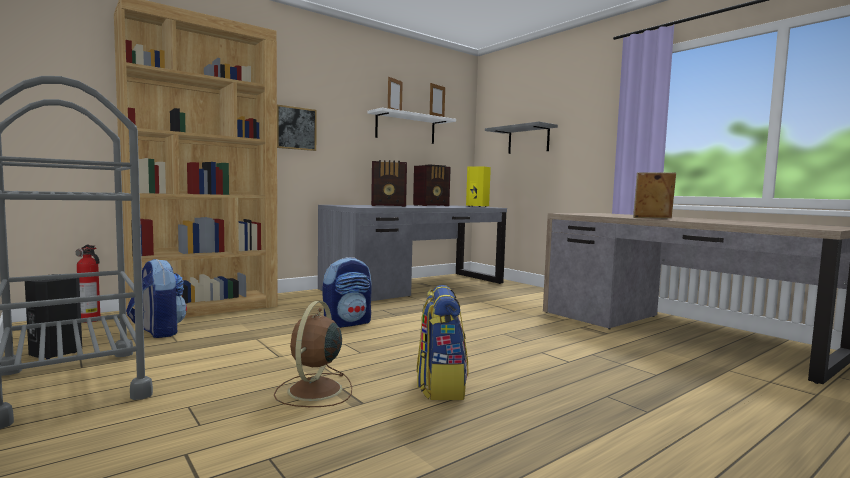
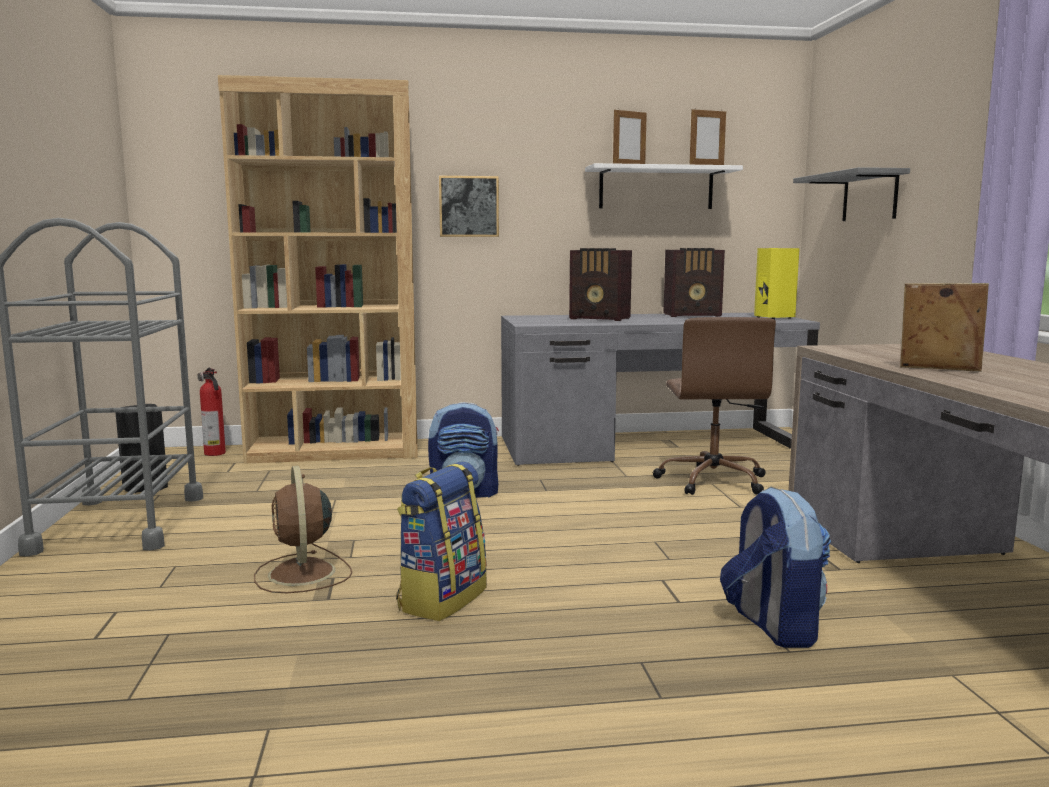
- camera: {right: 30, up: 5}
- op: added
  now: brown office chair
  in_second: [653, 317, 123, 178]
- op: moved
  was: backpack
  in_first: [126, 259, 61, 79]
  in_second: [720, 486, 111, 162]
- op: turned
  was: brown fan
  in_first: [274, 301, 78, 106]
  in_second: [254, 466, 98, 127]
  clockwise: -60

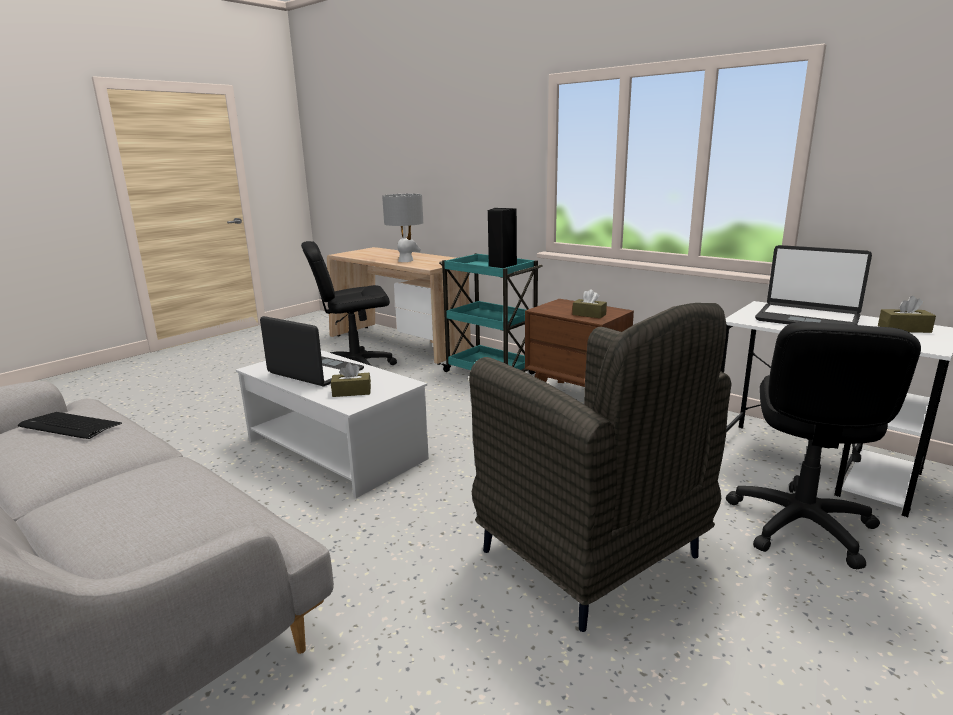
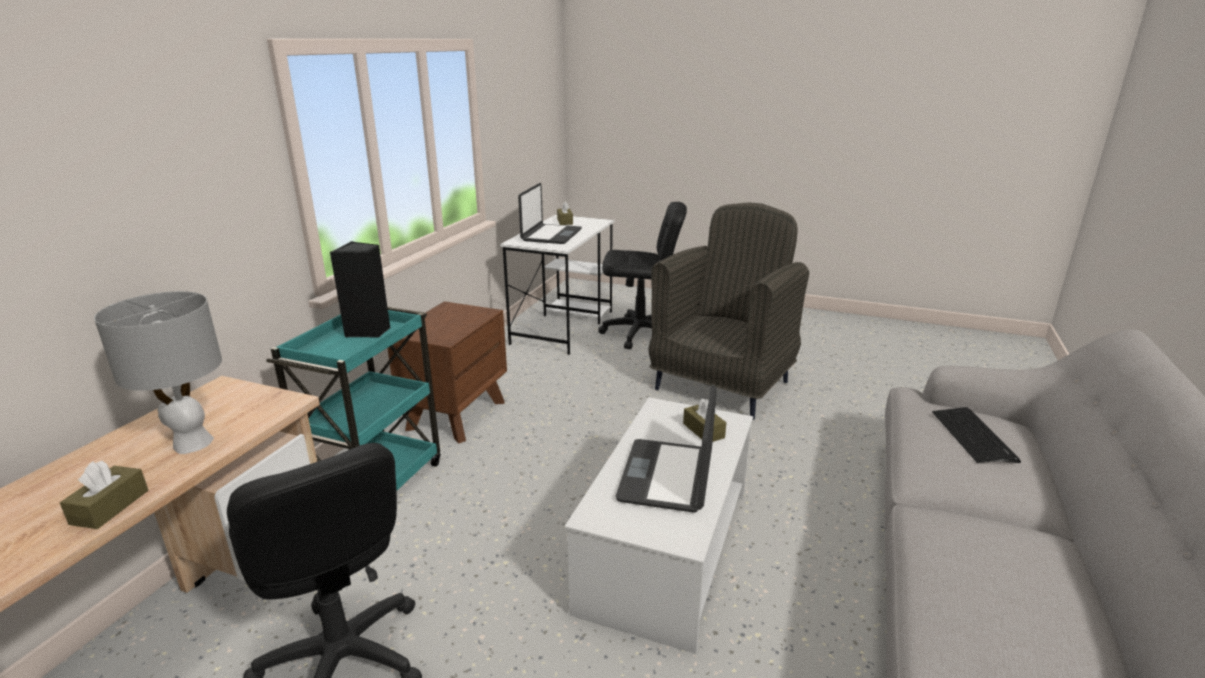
- camera: {right: -110, up: 5}
- op: moved
  was: keyboard
  in_first: [18, 412, 104, 27]
  in_second: [932, 407, 89, 56]
- op: moved
  was: brown tissue box
  in_first: [572, 289, 35, 29]
  in_second: [60, 461, 88, 68]

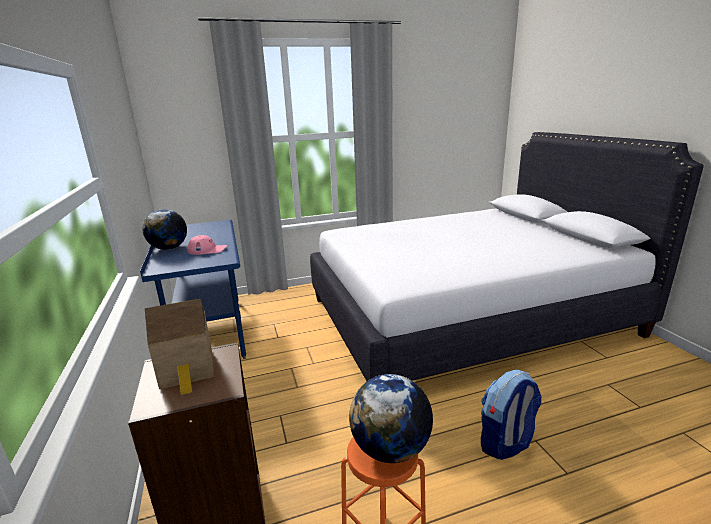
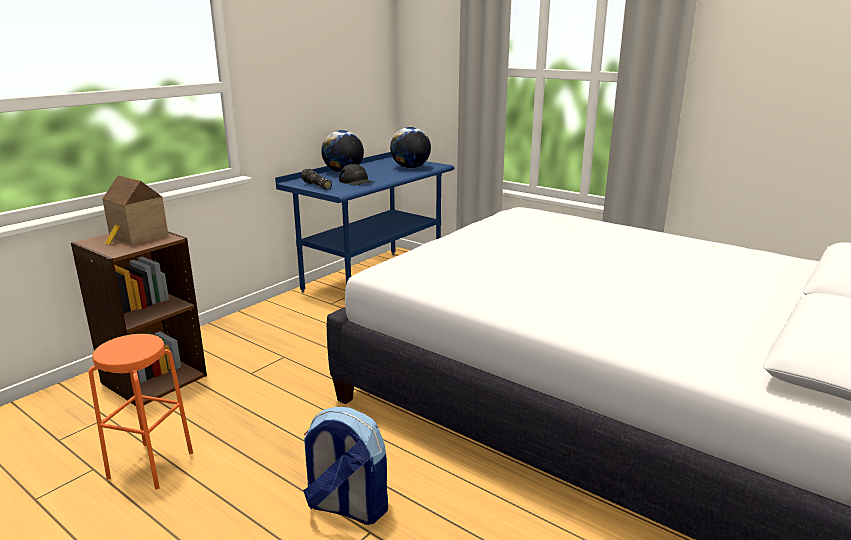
- camera: {right: 55, up: 0}
- op: added
  now: flashlight
  in_second: [301, 169, 31, 20]
- op: moved
  was: globe
  in_first: [349, 374, 84, 89]
  in_second: [390, 127, 41, 41]
- op: recoloured
  was: pink cap
  now: black cap
  in_first: [188, 235, 39, 20]
  in_second: [339, 164, 34, 22]

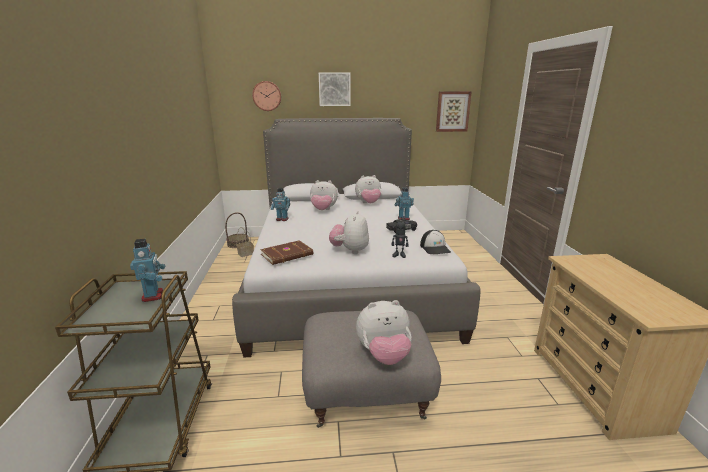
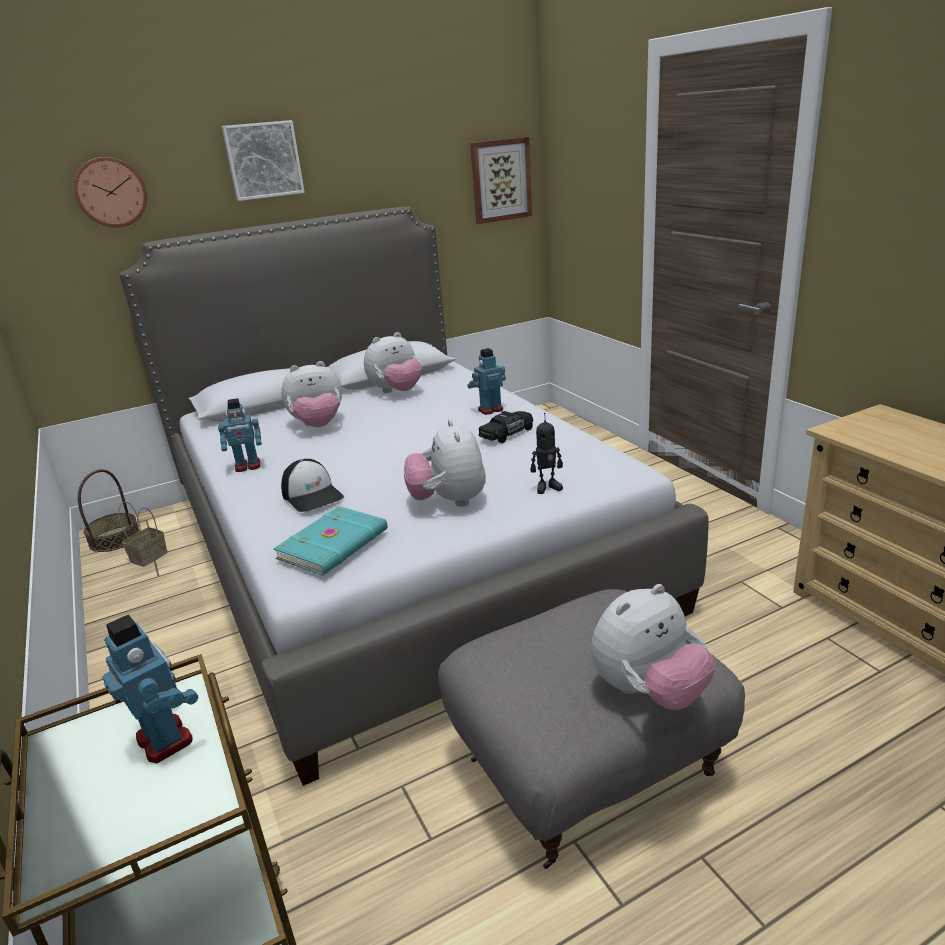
- camera: {right: -20, up: 5}
- op: moved
  was: cap
  in_first: [420, 230, 31, 24]
  in_second: [281, 459, 63, 53]
- op: recoloured
  was: brown book
  now: turquoise book
  in_first: [260, 240, 53, 25]
  in_second: [273, 506, 115, 70]

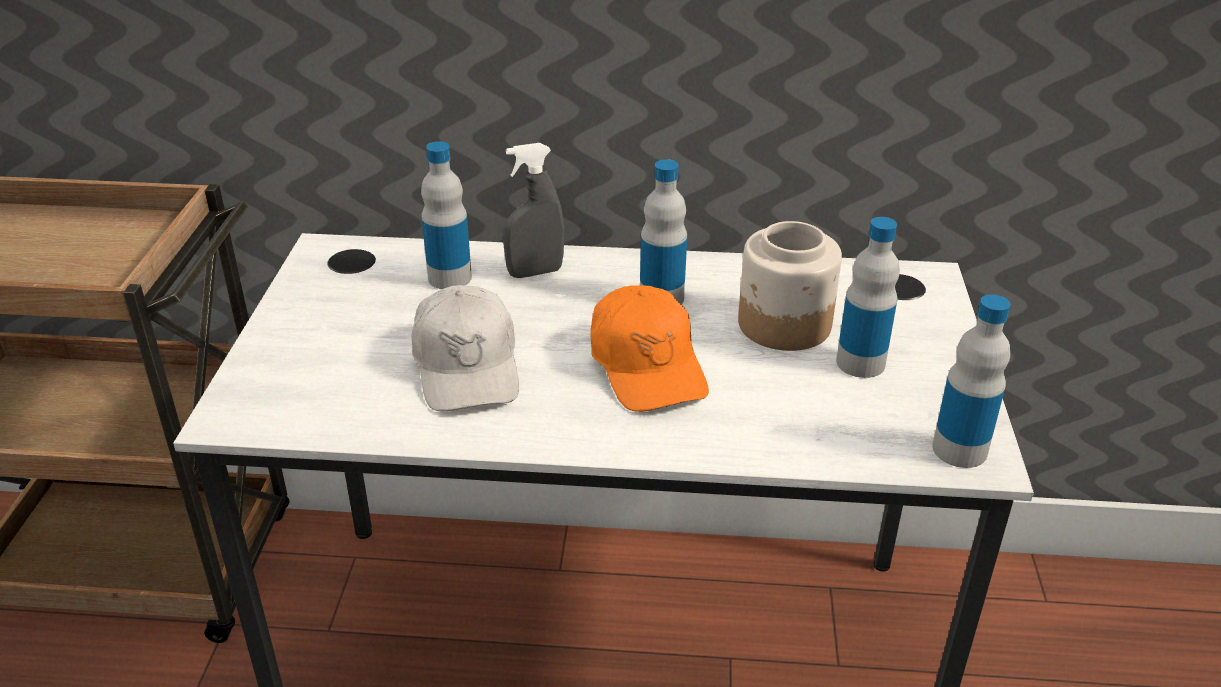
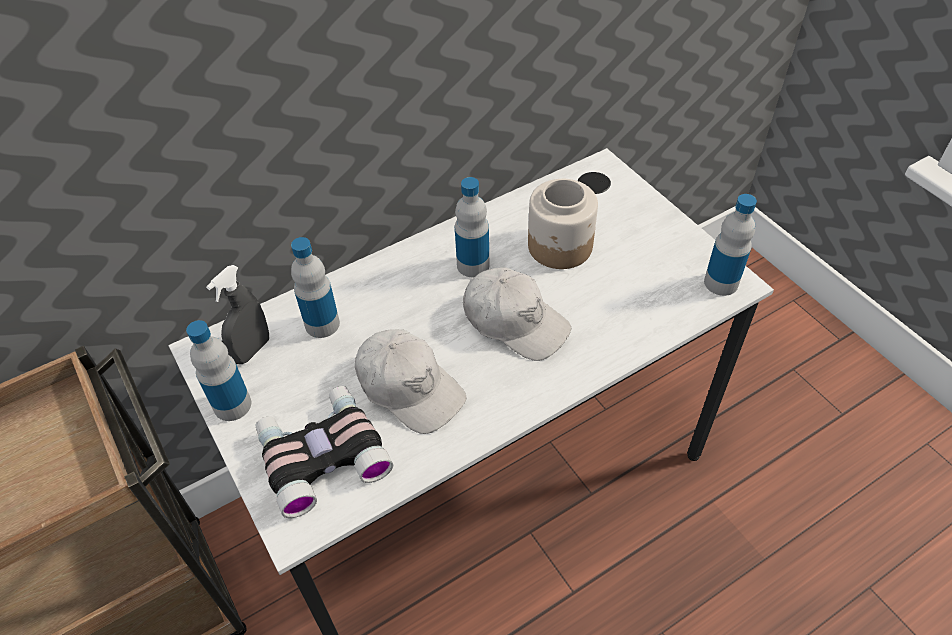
- camera: {right: -35, up: 15}
- op: added
  now: binoculars
  in_second: [256, 386, 137, 132]
- op: moved
  was: grey spray bottle
  in_first: [503, 143, 61, 135]
  in_second: [206, 265, 63, 99]
- op: moved
  was: bottle
  in_first: [836, 217, 64, 161]
  in_second: [186, 320, 65, 101]
- op: recoloured
  was: orange cap
  now: white cap
  in_first: [590, 285, 119, 127]
  in_second: [463, 267, 108, 94]

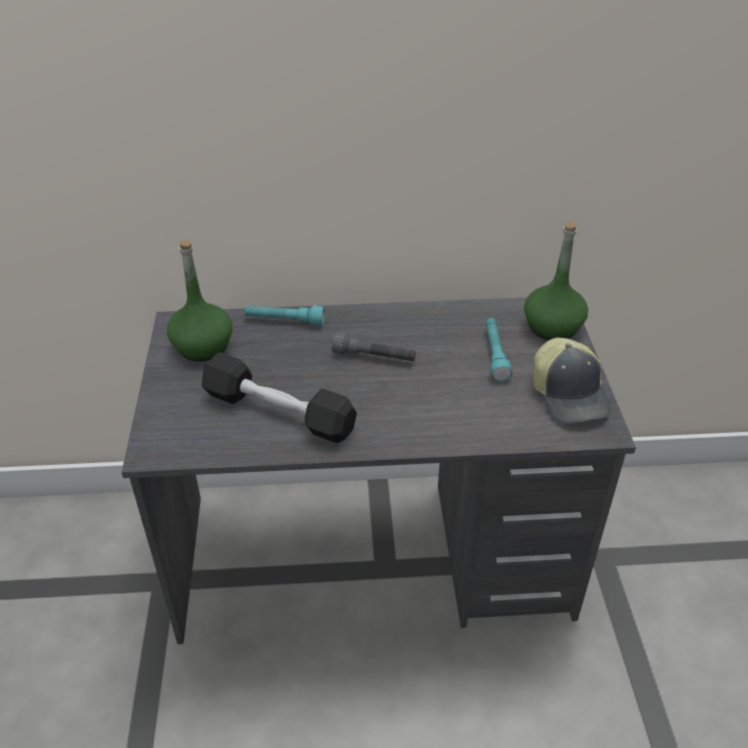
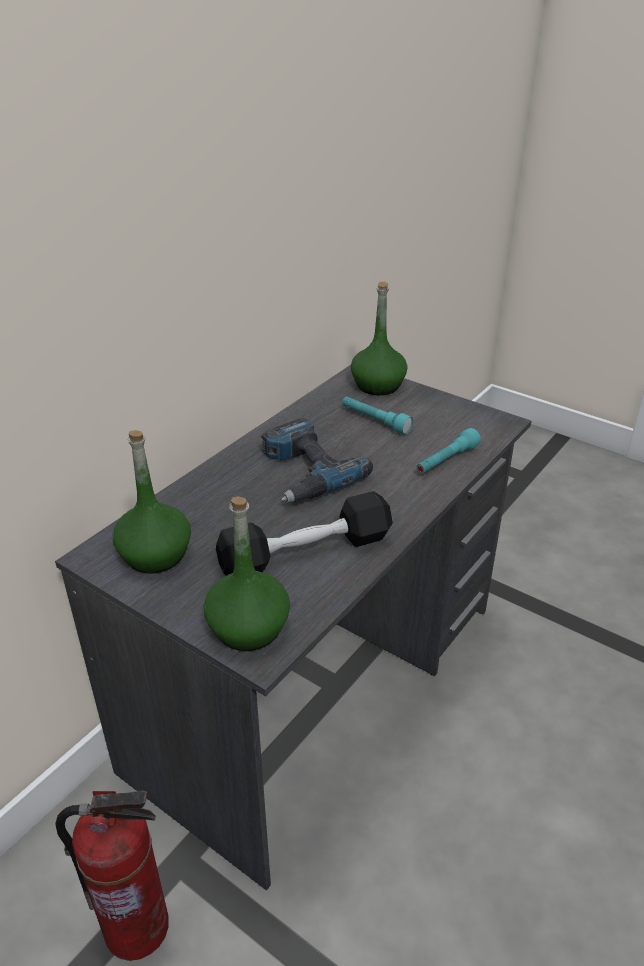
- camera: {right: -50, up: -5}
- op: removed
  was: cap
  in_first: [533, 337, 77, 87]
- op: added
  now: fire extinguisher
  in_second: [55, 790, 114, 171]
- op: added
  now: green bottle
  in_second: [204, 496, 86, 155]
- op: moved
  was: turquoise flashlight
  in_first: [244, 305, 81, 20]
  in_second: [417, 428, 64, 45]
- op: replaced
  was: grey flashlight
  now: power drill
  in_first: [332, 333, 84, 28]
  in_second: [261, 418, 112, 85]

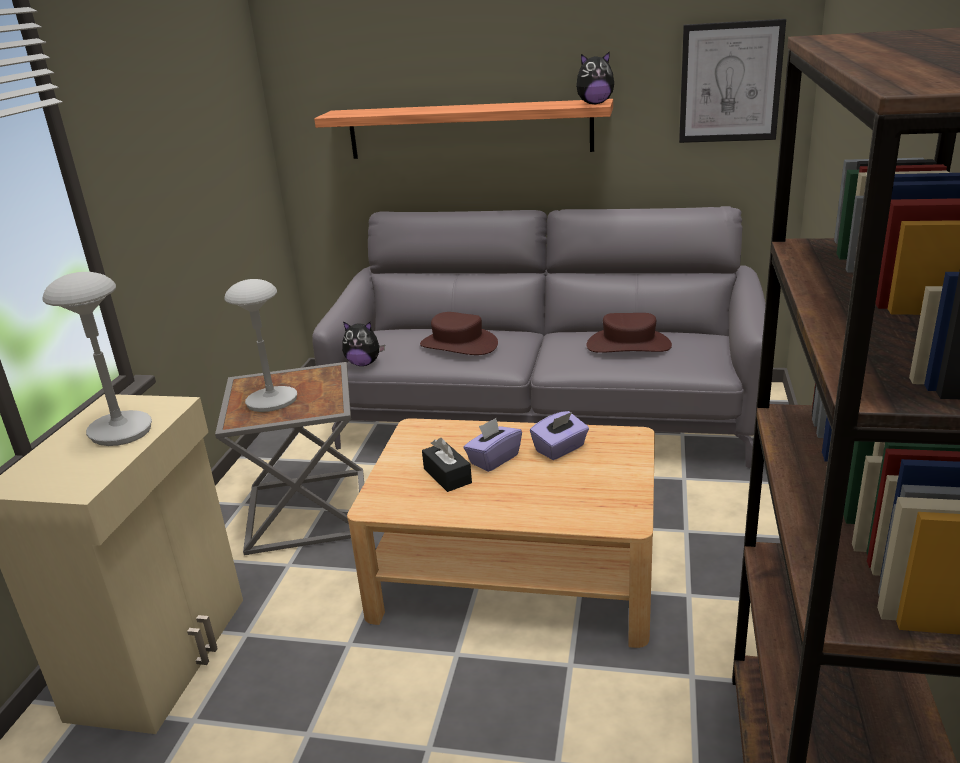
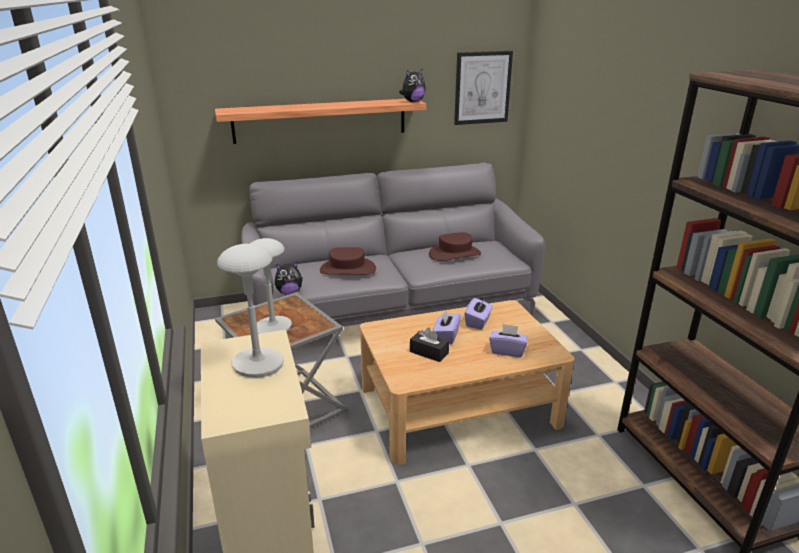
- camera: {right: -30, up: 0}
- op: added
  now: purple tissue box
  in_second: [489, 324, 39, 33]

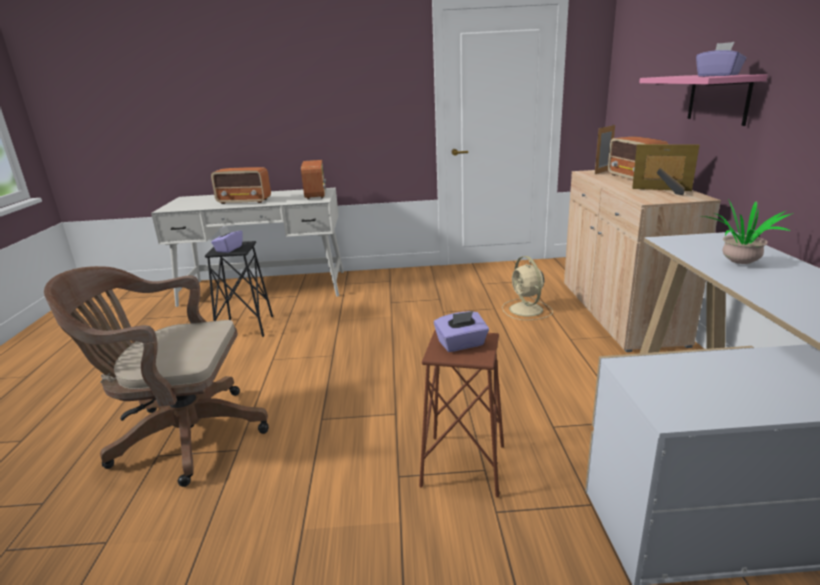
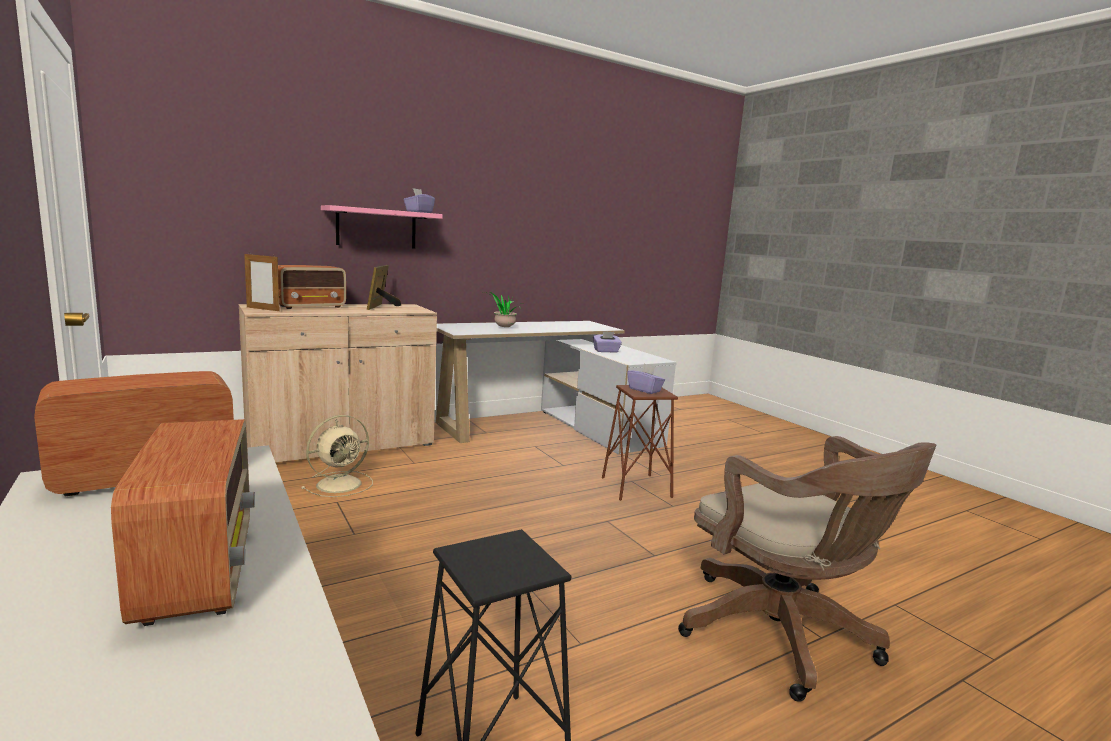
- camera: {right: -120, up: -10}
- op: moved
  was: purple tissue box
  in_first: [211, 226, 32, 27]
  in_second: [593, 331, 29, 22]

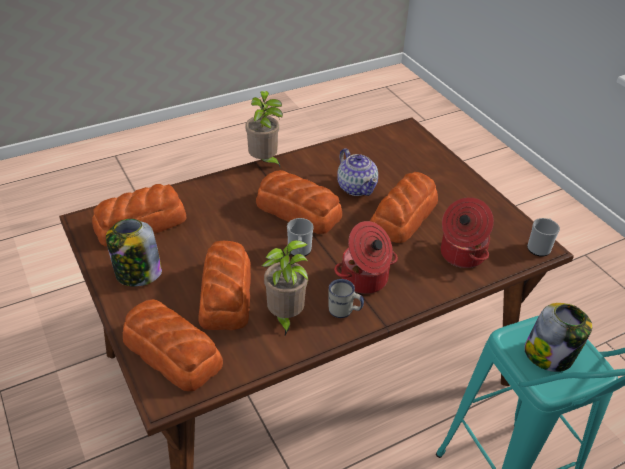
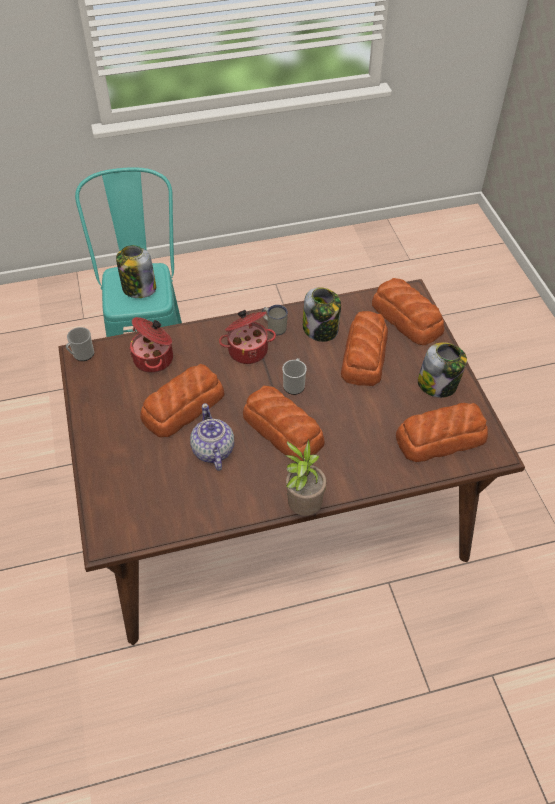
- camera: {right: -165, up: 10}
- op: replaced
  was: potted plant
  now: jar
  in_first: [262, 240, 46, 95]
  in_second: [303, 287, 38, 55]

